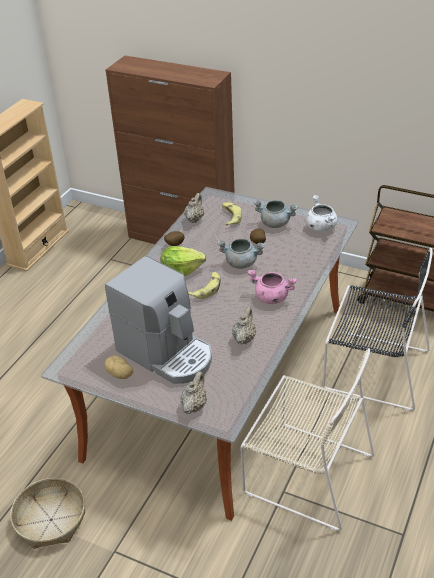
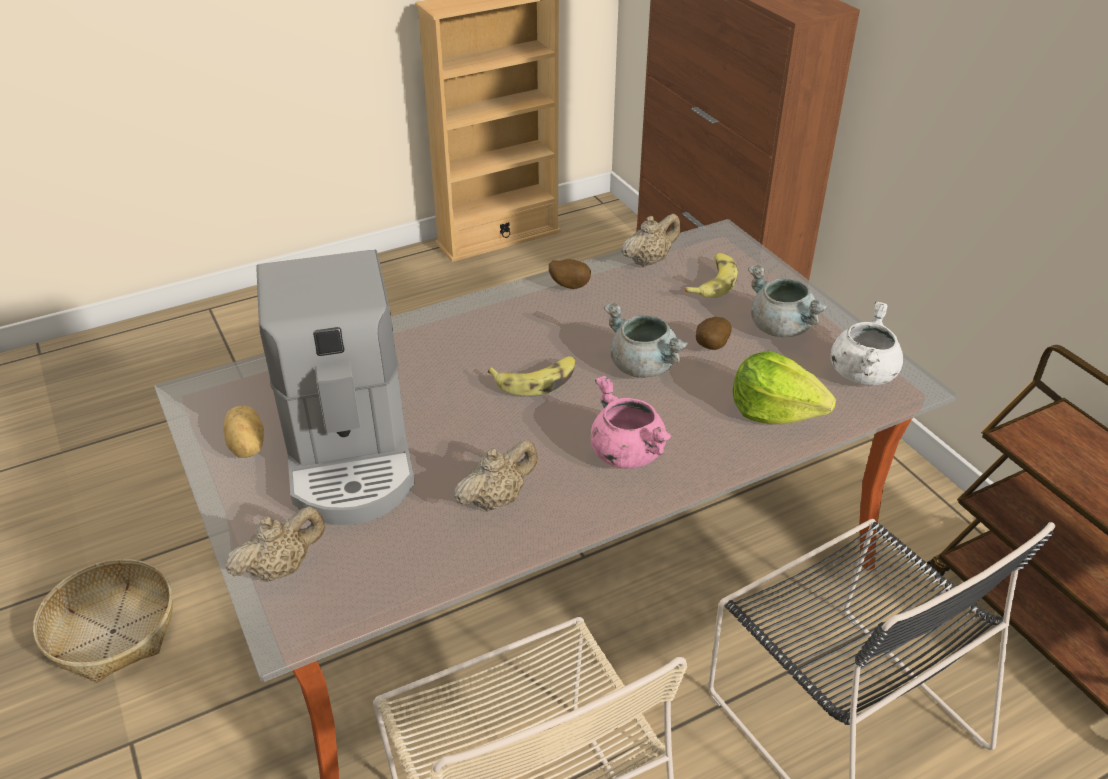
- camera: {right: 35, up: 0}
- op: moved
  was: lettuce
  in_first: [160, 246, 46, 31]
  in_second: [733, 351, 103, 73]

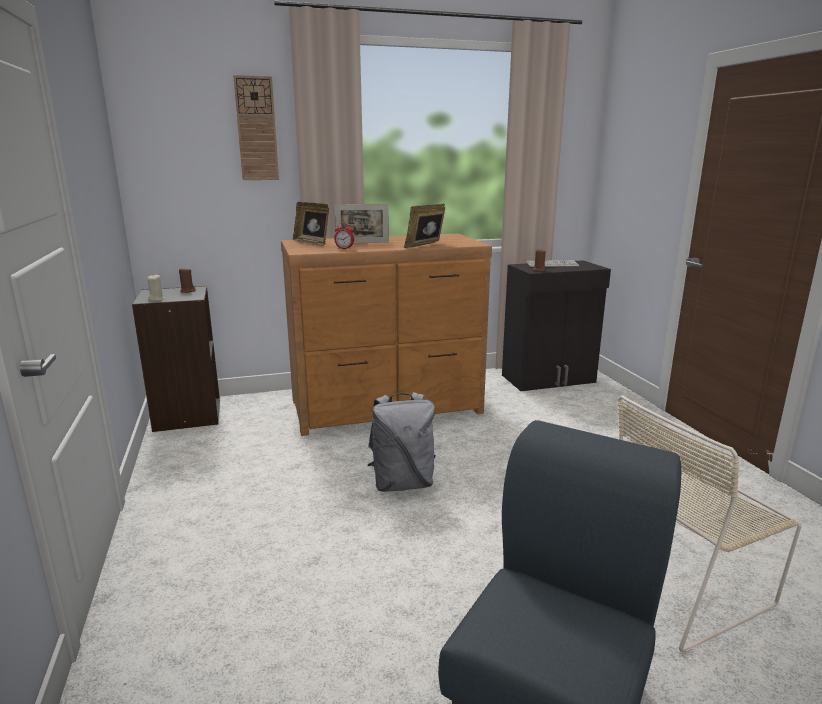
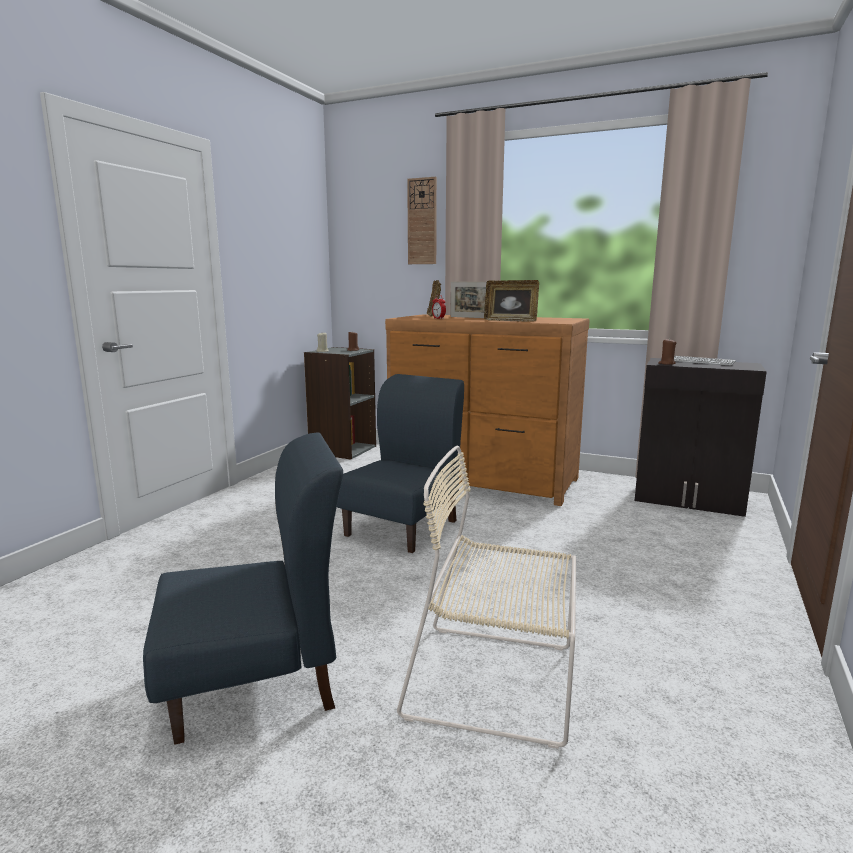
- camera: {right: 40, up: -5}
- op: replaced
  was: grey backpack
  now: blue chair
  in_first: [368, 392, 68, 100]
  in_second: [337, 374, 127, 179]
- op: turned
  was: picture frame
  in_first: [404, 203, 41, 45]
  in_second: [484, 280, 55, 42]
  clockwise: -150

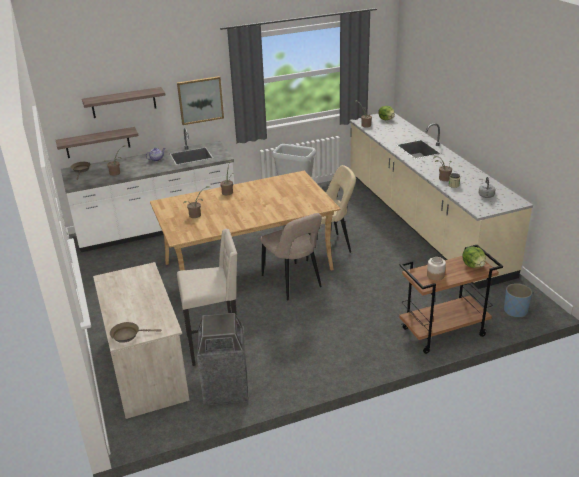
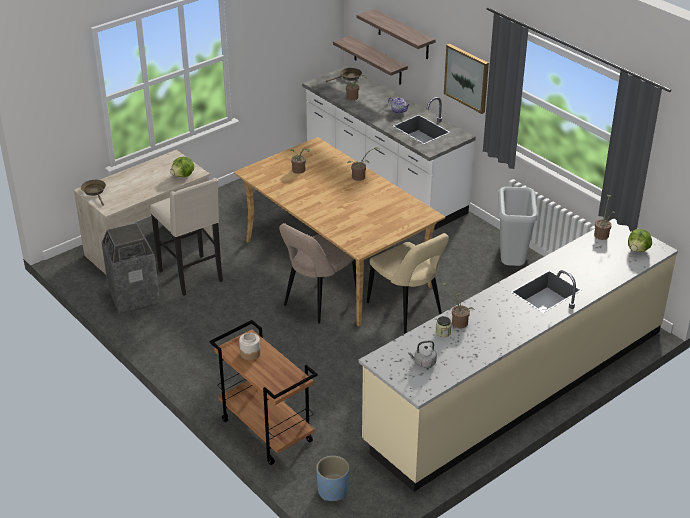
- camera: {right: 70, up: 5}
- op: moved
  was: lettuce
  in_first: [462, 246, 24, 22]
  in_second: [170, 157, 24, 20]

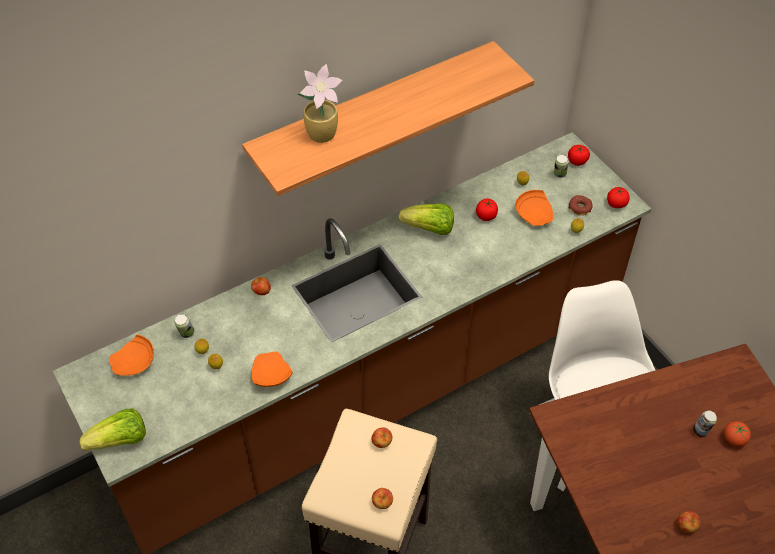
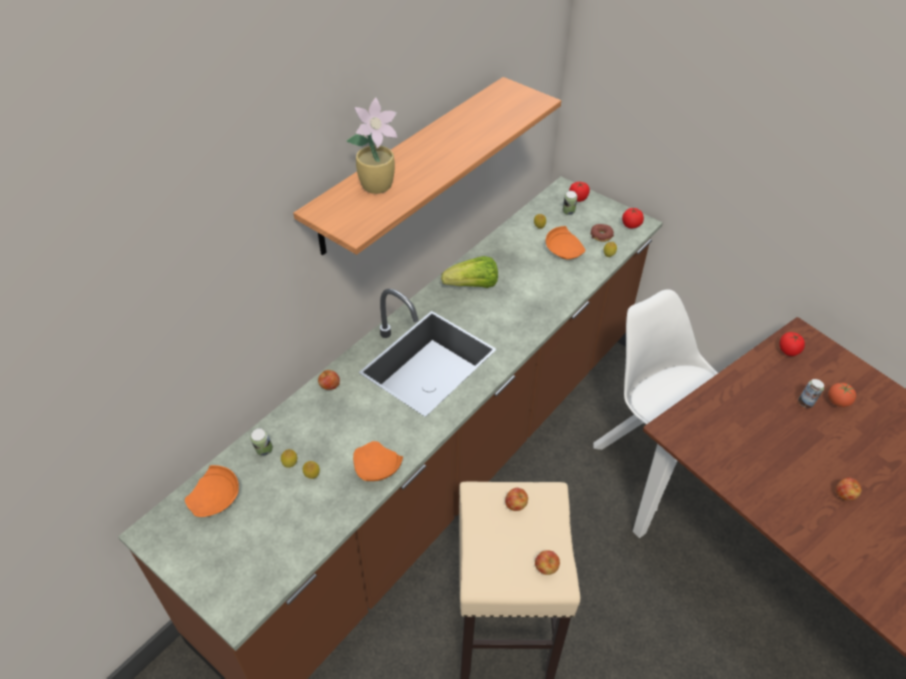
- camera: {right: -20, up: -5}
- op: removed
  was: lettuce
  in_first: [79, 409, 67, 42]
- op: moved
  was: tomato
  in_first: [476, 198, 22, 23]
  in_second: [780, 332, 25, 24]

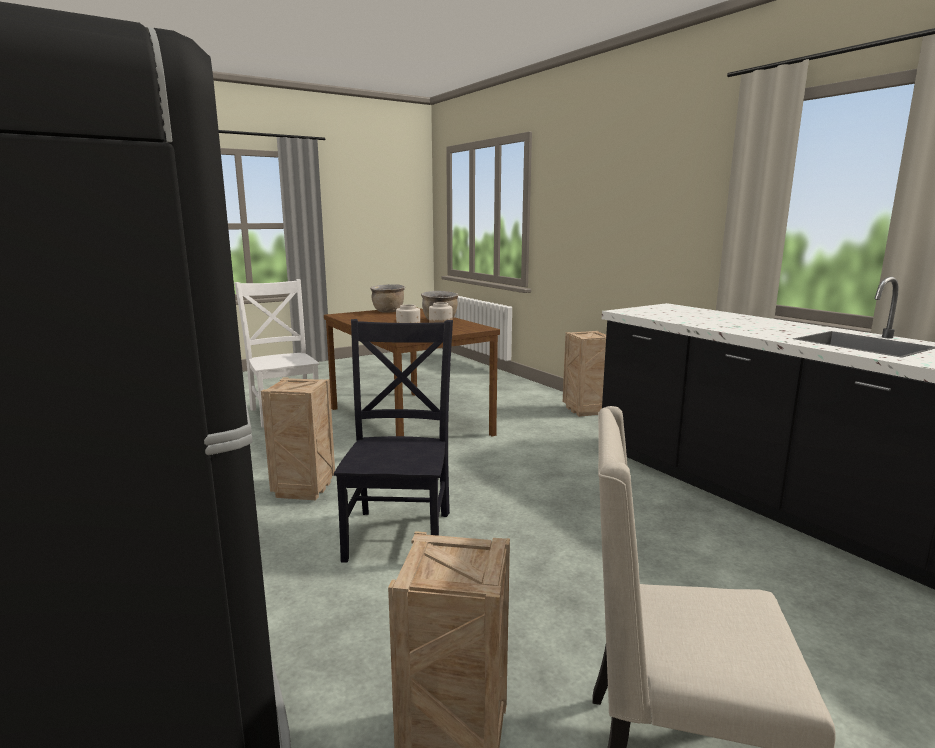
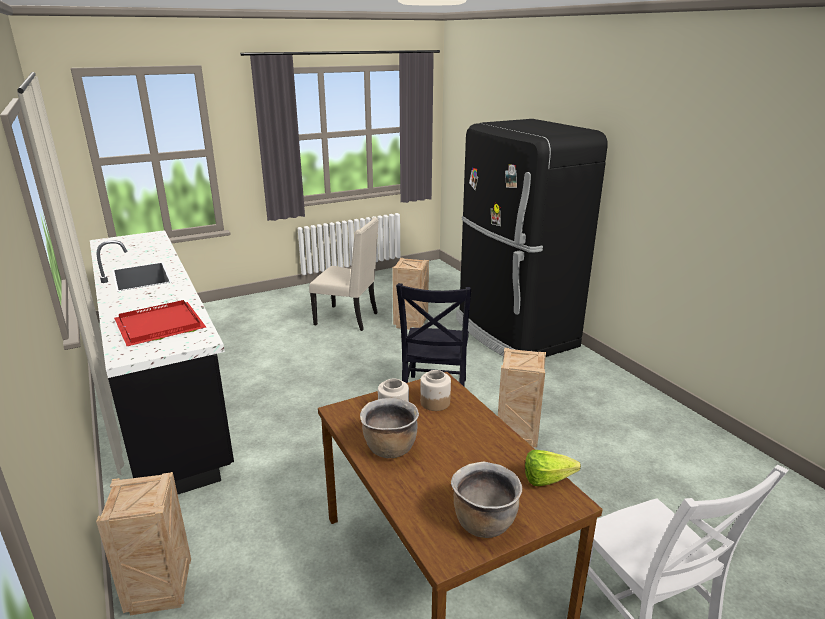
- camera: {right: -175, up: 10}
- op: added
  now: red tray
  in_second: [114, 300, 92, 46]
- op: added
  now: lettuce
  in_second: [525, 450, 56, 36]

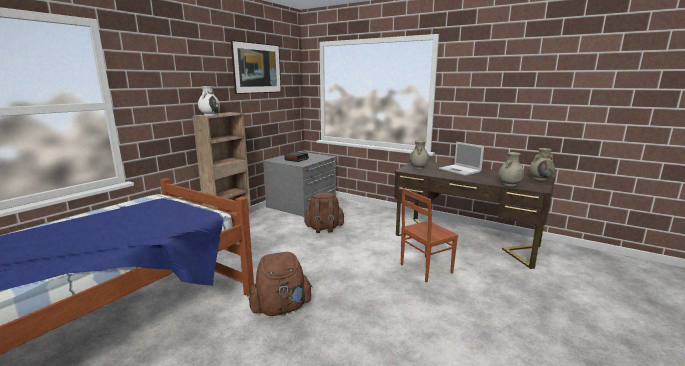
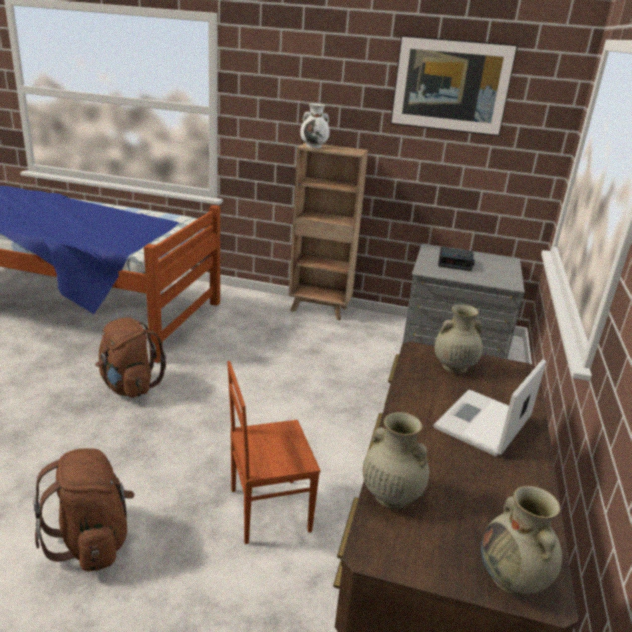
- camera: {right: 70, up: 10}
- op: moved
  was: brown backpack
  in_first: [303, 193, 41, 40]
  in_second: [33, 448, 102, 124]
- op: turned
  was: brown chair
  in_first: [401, 188, 58, 95]
  in_second: [227, 361, 94, 183]
  clockwise: -60

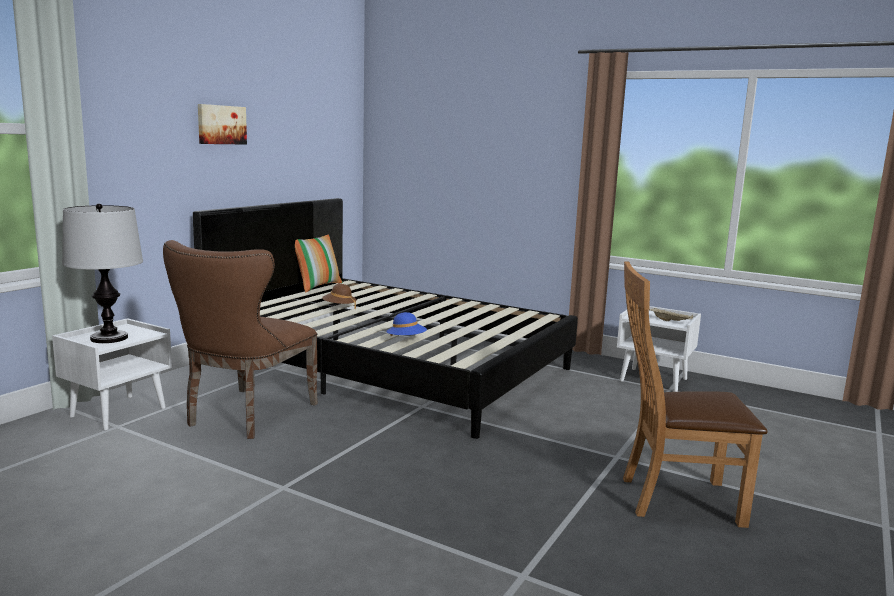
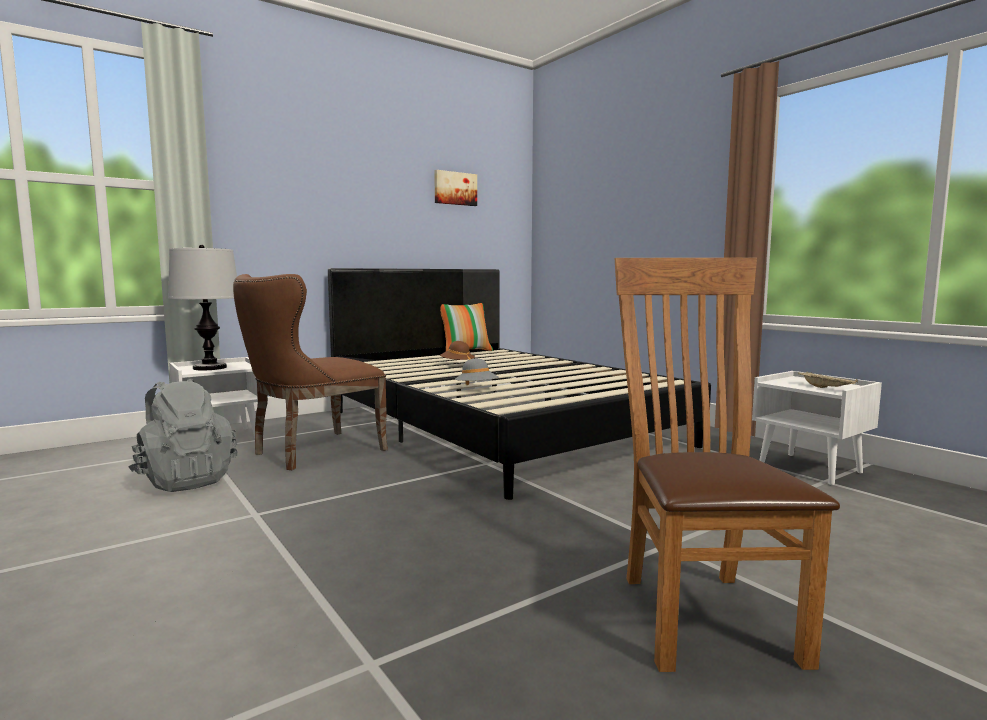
- camera: {right: 25, up: -5}
- op: added
  now: grey backpack
  in_second: [129, 379, 108, 113]
- op: moved
  was: picture
  in_first: [198, 104, 49, 41]
  in_second: [434, 170, 43, 36]
- op: recoloured
  was: blue hat
  now: grey hat
  in_first: [386, 312, 41, 24]
  in_second: [455, 358, 44, 28]
- op: turned
  was: brown chair
  in_first: [623, 262, 145, 266]
  in_second: [614, 258, 226, 414]
  clockwise: 60

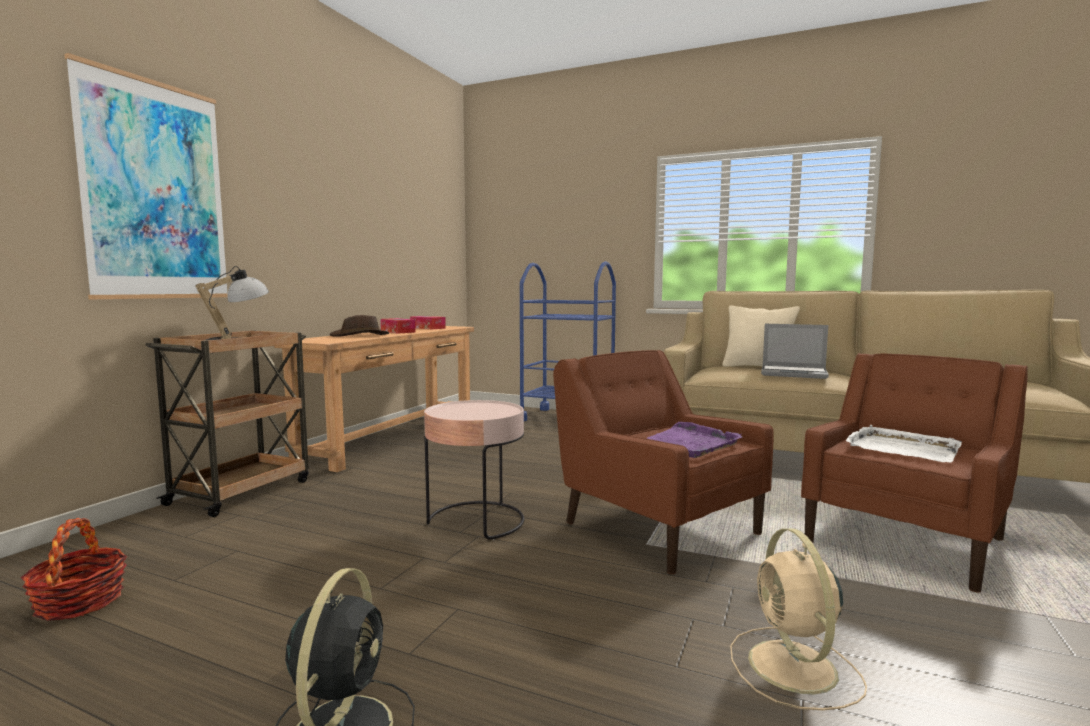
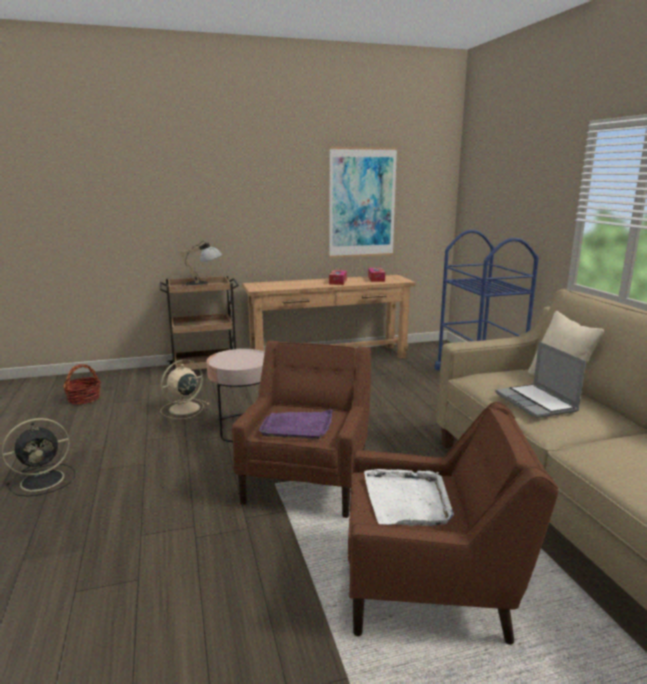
- camera: {right: 50, up: 10}
- op: removed
  was: brown hat
  in_first: [329, 315, 60, 21]
- op: moved
  was: picture
  in_first: [64, 53, 164, 246]
  in_second: [329, 147, 68, 111]
- op: moved
  was: beige fan
  in_first: [730, 529, 137, 182]
  in_second: [161, 359, 48, 60]

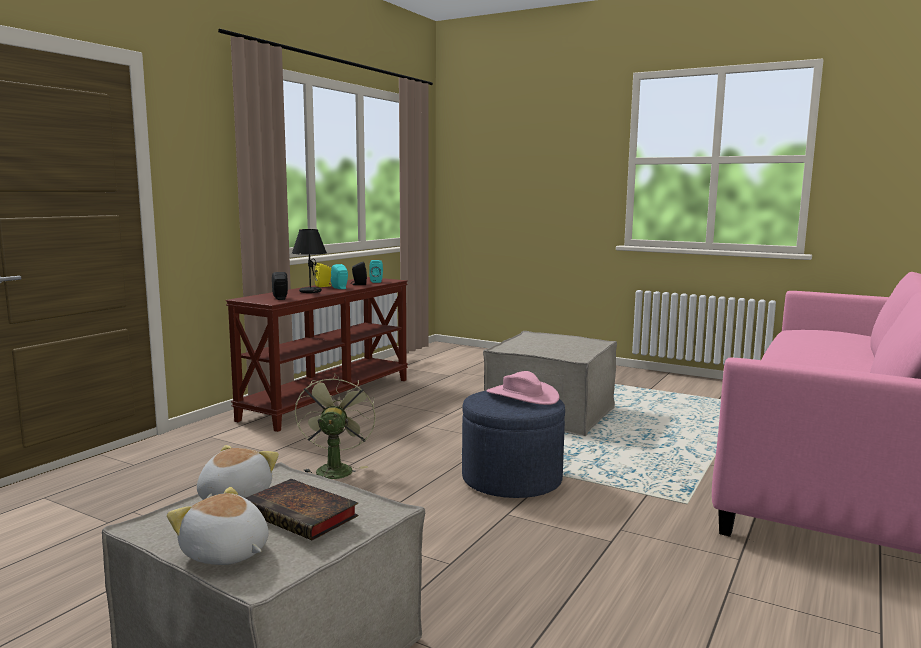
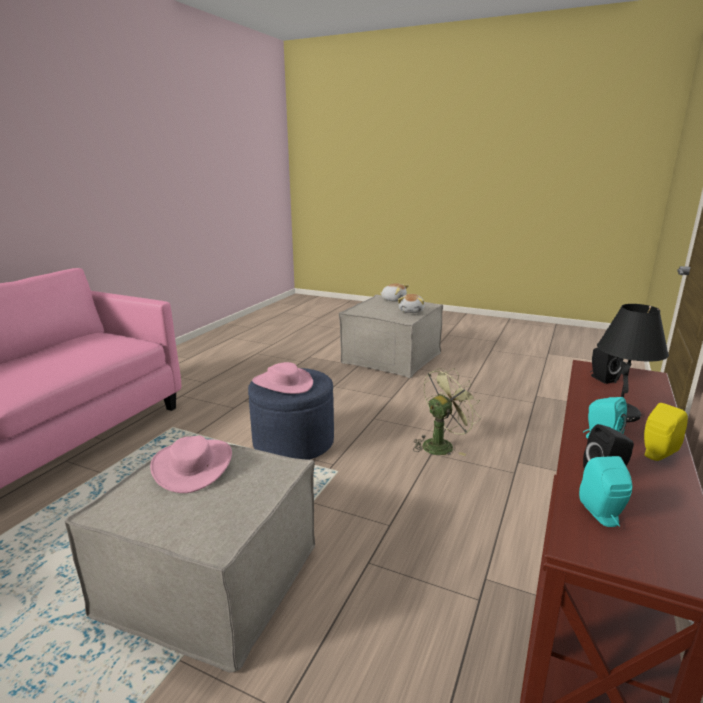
- camera: {right: 175, up: 10}
- op: removed
  was: book
  in_first: [246, 479, 112, 61]
- op: added
  now: pink hat
  in_second: [150, 436, 82, 57]
- op: turned
  was: green fan
  in_first: [295, 373, 81, 106]
  in_second: [413, 368, 68, 88]
  clockwise: -120

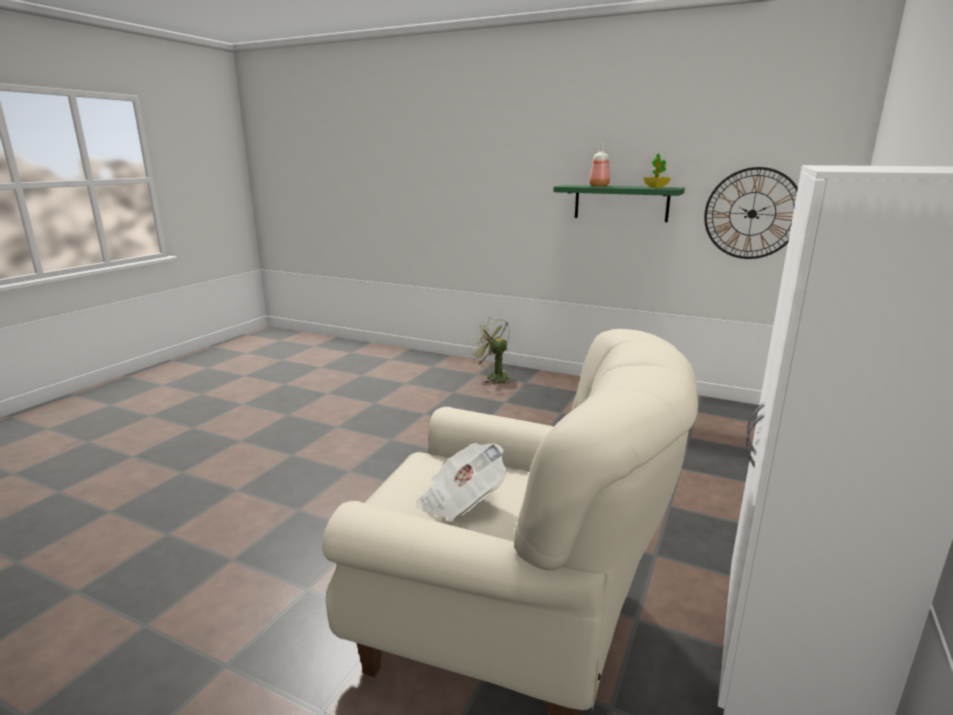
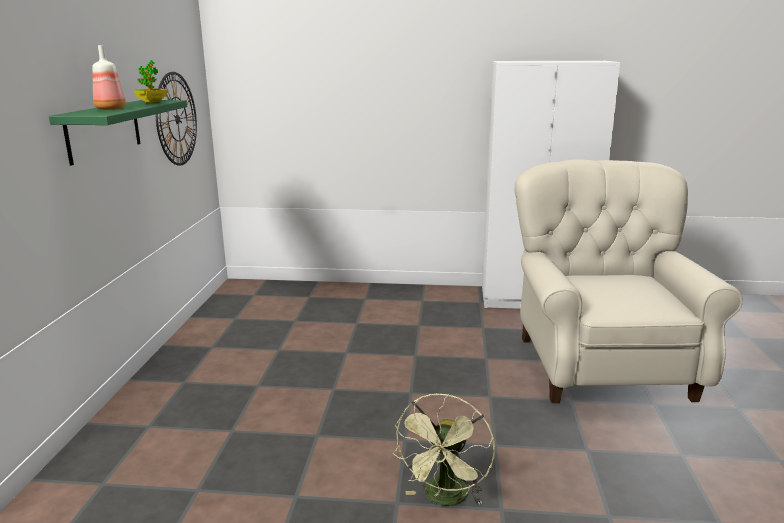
- camera: {right: -110, up: 0}
- op: removed
  was: newspaper
  in_first: [416, 443, 91, 79]
- op: moved
  was: green fan
  in_first: [470, 317, 40, 68]
  in_second: [393, 394, 102, 112]

